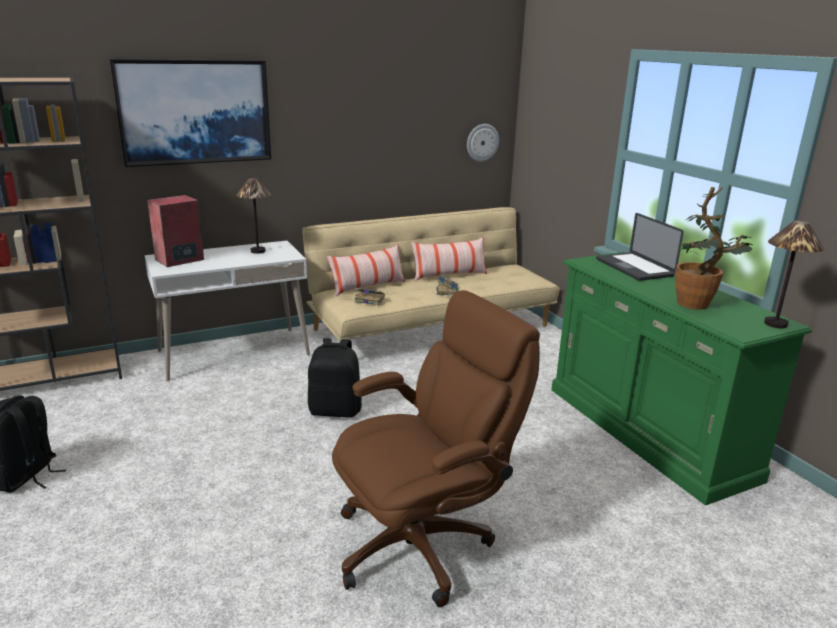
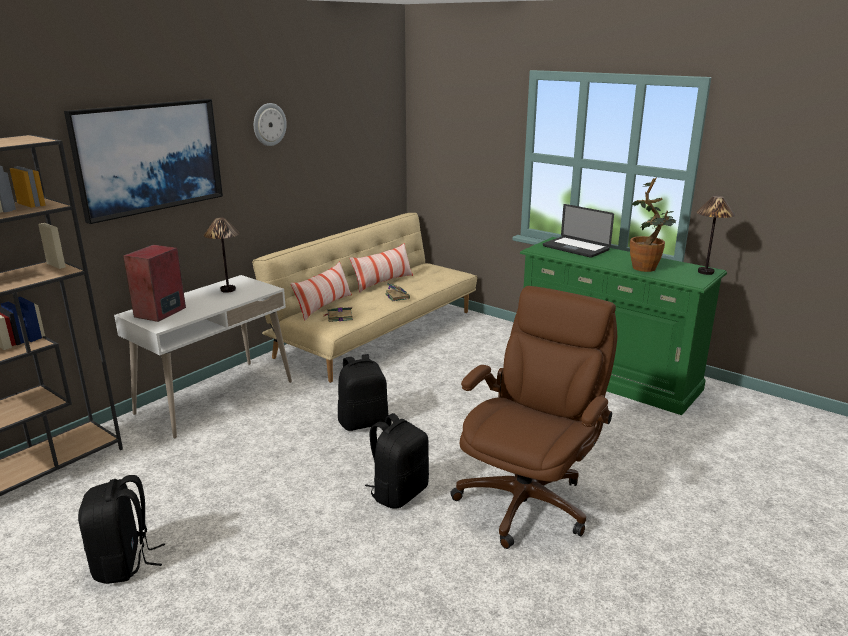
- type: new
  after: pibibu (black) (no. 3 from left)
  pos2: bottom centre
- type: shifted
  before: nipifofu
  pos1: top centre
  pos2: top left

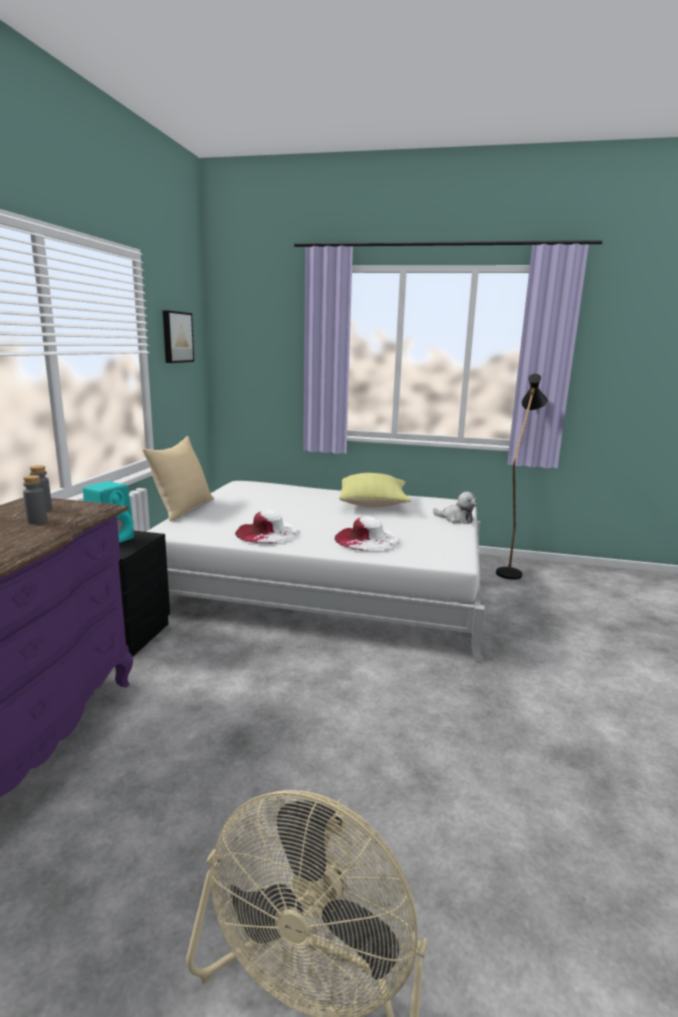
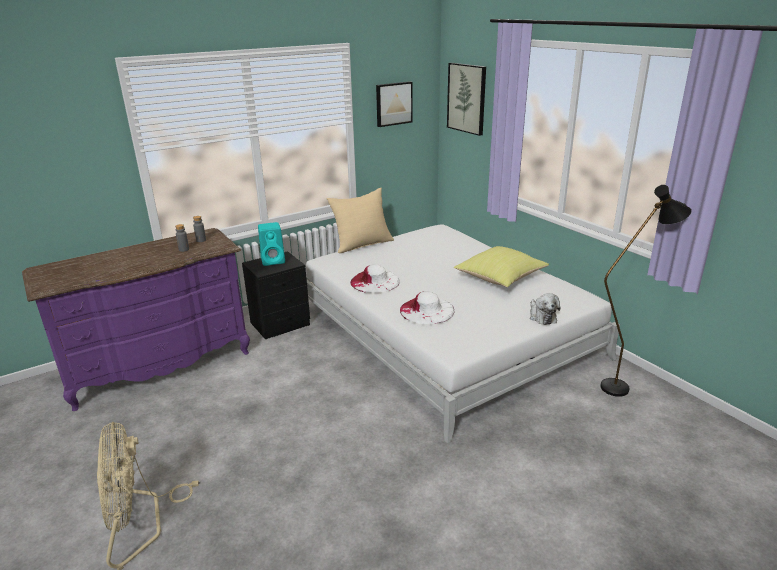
- type: new
  after: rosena (no. 2 from left)
  pos2: top centre

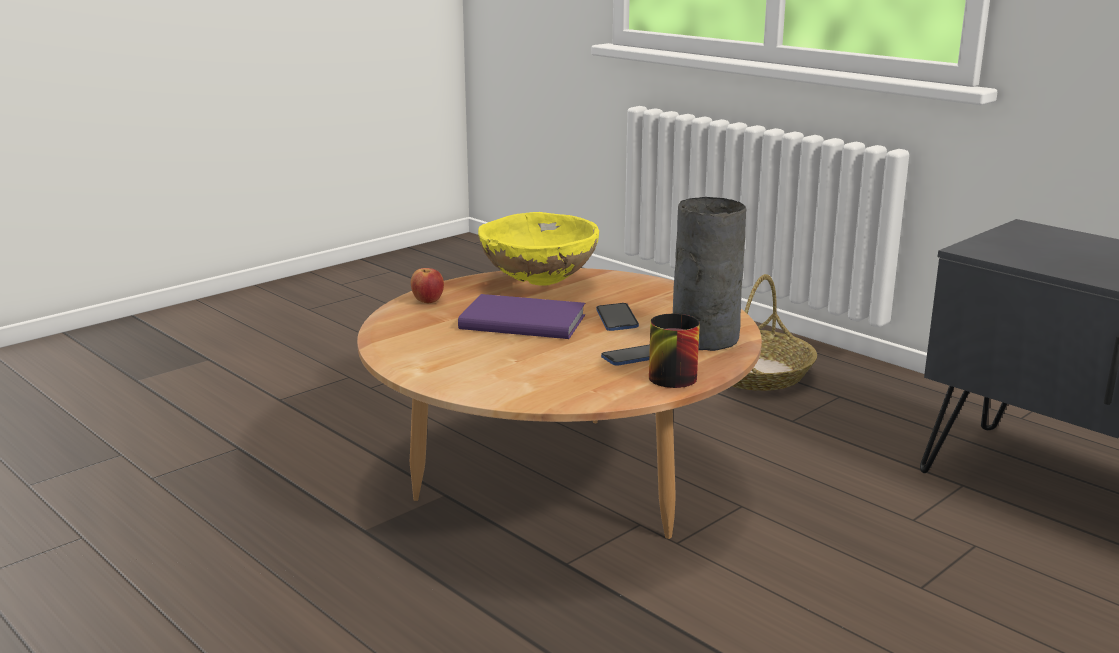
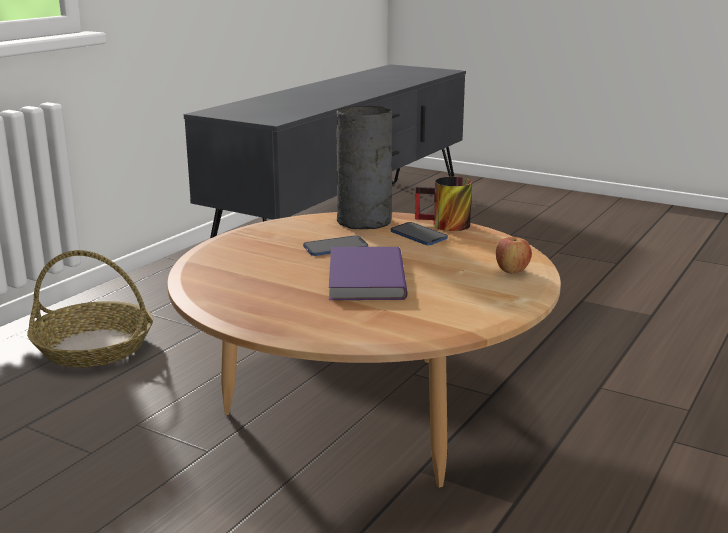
- type: gone
  before: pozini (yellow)
  pos1: centre
- type: shifted
  before: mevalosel
  pos1: centre
  pos2: middle right

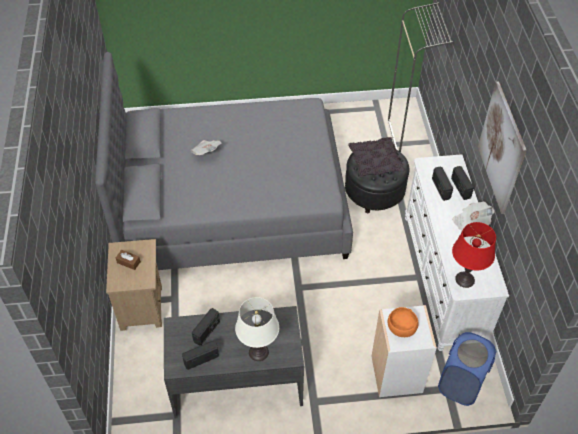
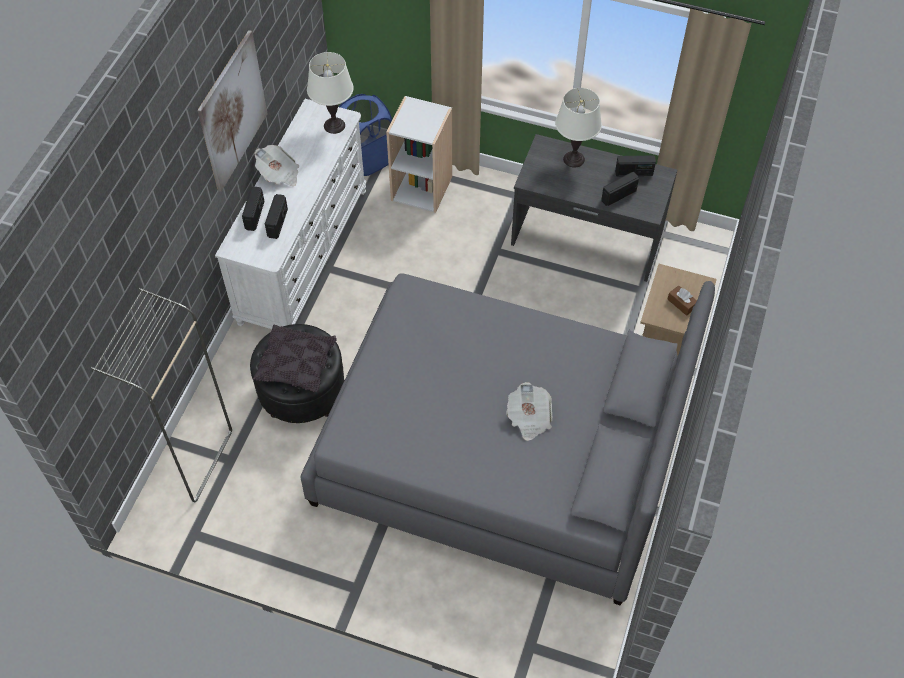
- type: gone
  before: pozini (orange)
  pos1: bottom right
- type: repainted
  before: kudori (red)
  after: kudori (white) (no. 1 from left)
  pos1: middle right
  pos2: top centre

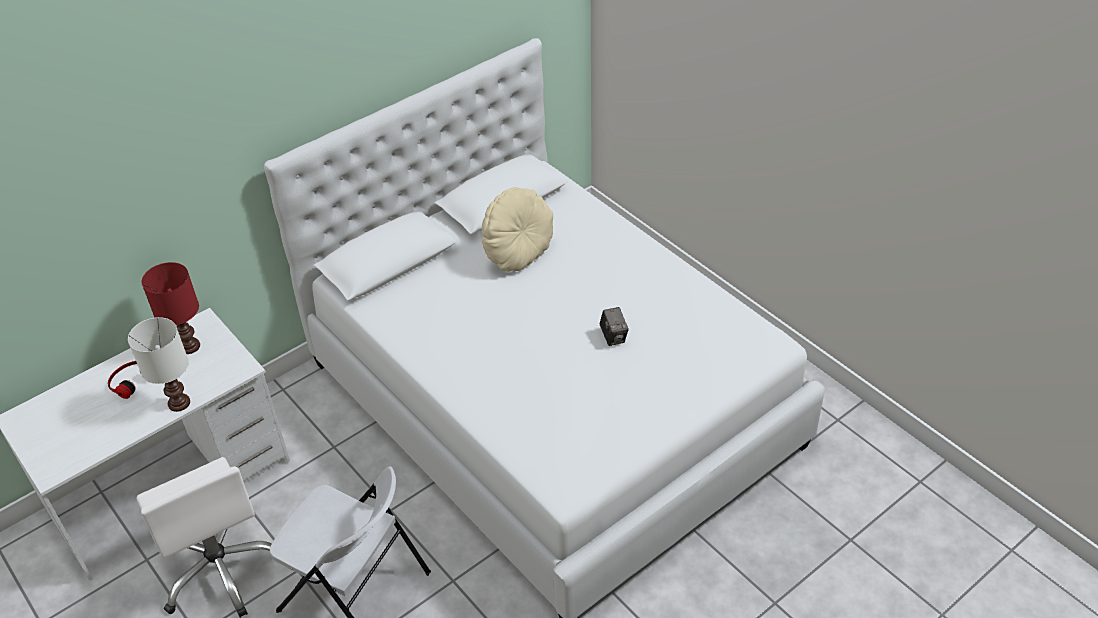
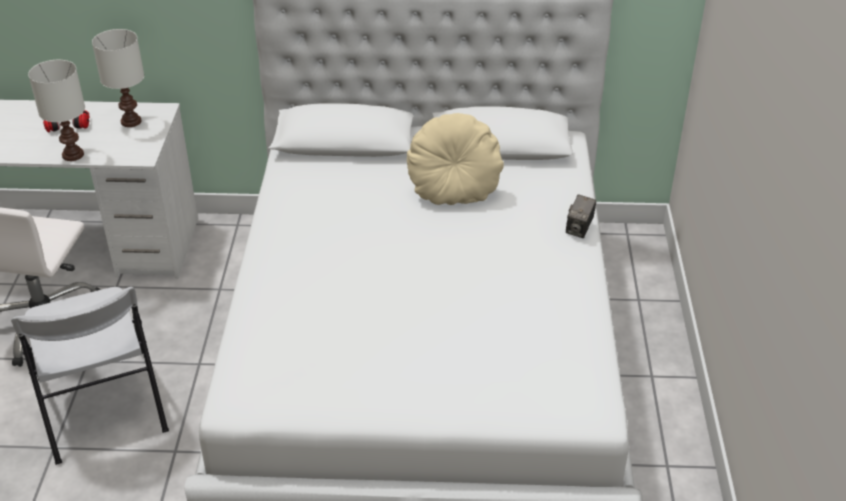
- type: shifted
  before: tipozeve
  pos1: centre
  pos2: middle right
- type: repainted
  before: kudori (red)
  after: kudori (white) (no. 2 from left)
  pos1: middle left
  pos2: top left

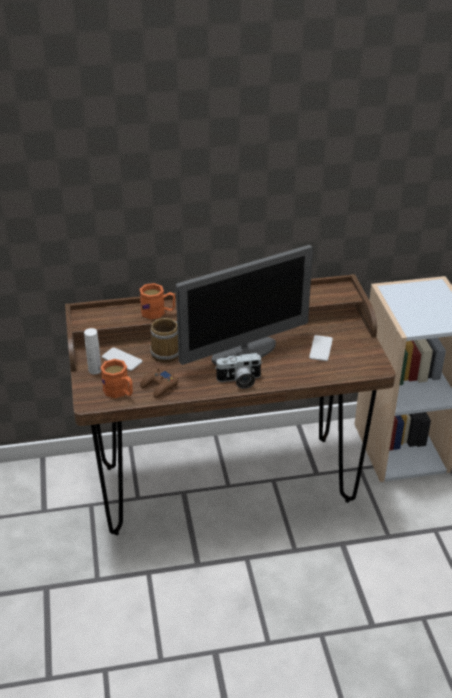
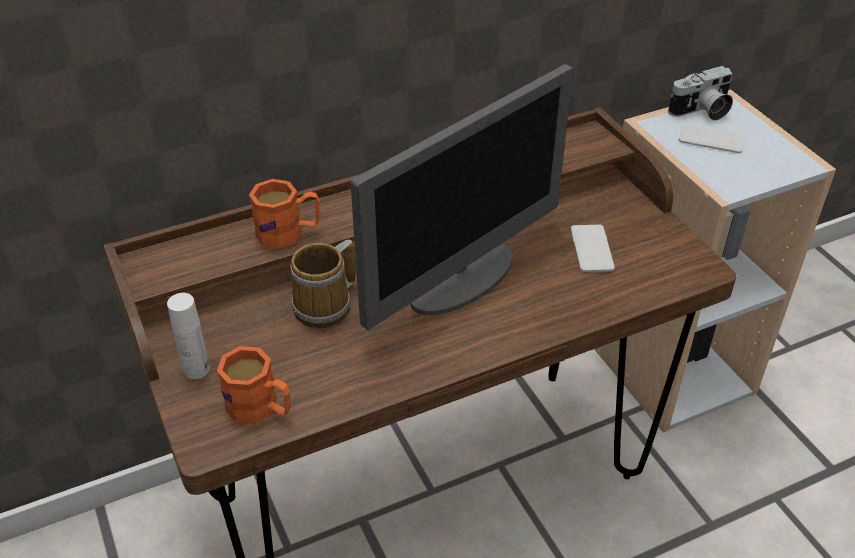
- type: gone
  before: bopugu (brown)
  pos1: centre
- type: shifted
  before: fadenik (no. 1 from left in the first image)
  after: fadenik (no. 2 from left)
  pos1: middle left
  pos2: top right
- type: shifted
  before: tipozeve
  pos1: centre
  pos2: top right

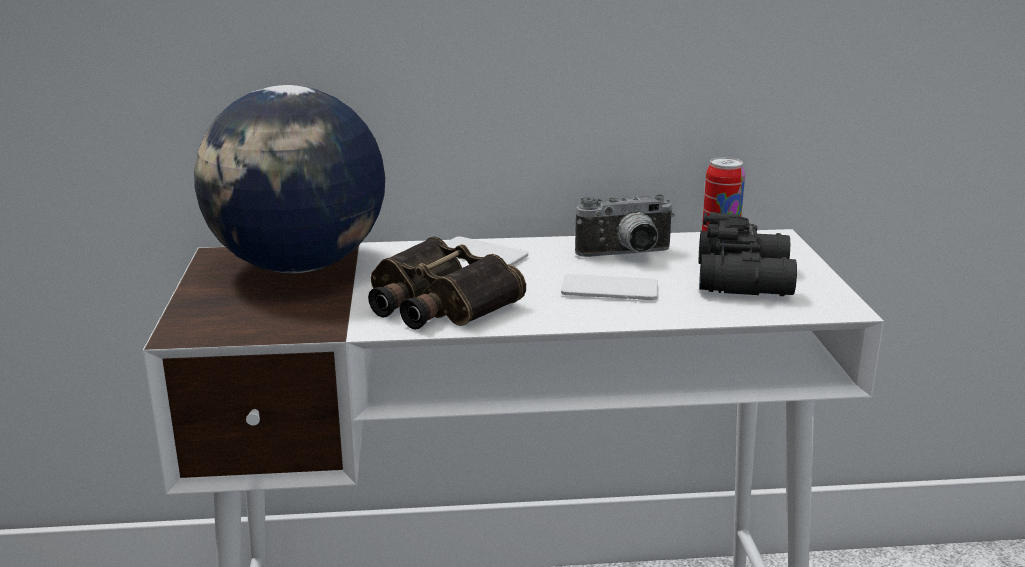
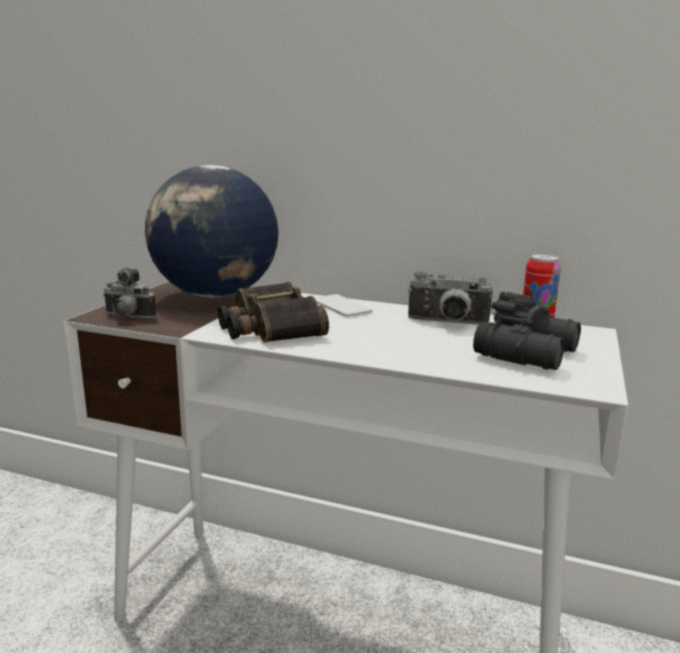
- type: gone
  before: fadenik (no. 2 from left)
  pos1: centre
- type: new
  after: tipozeve (no. 1 from left)
  pos2: middle left

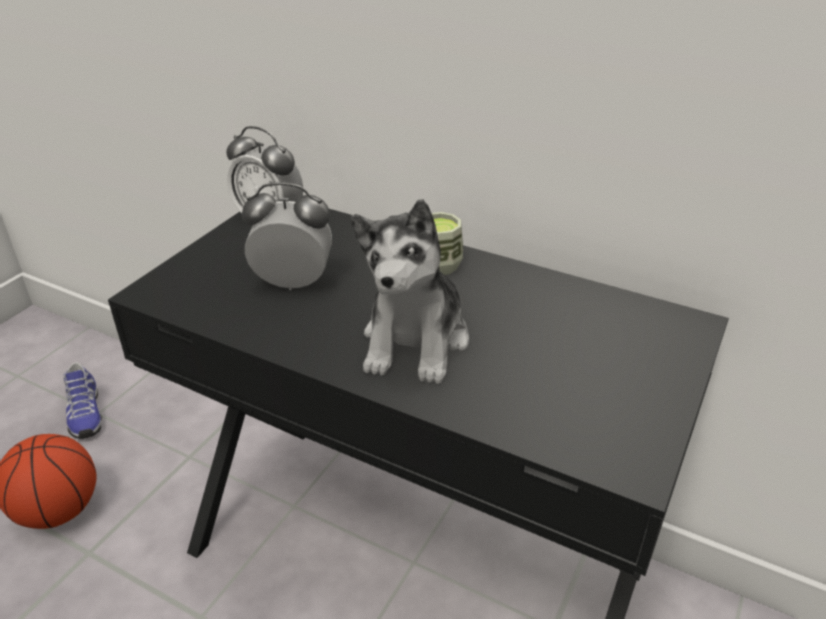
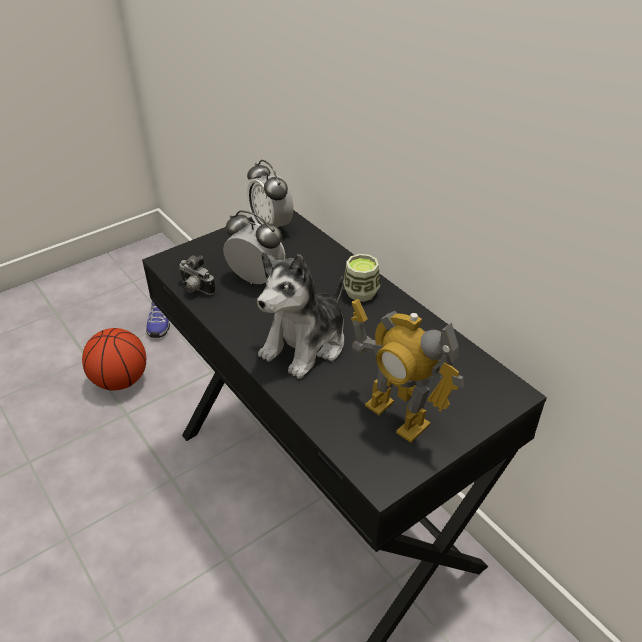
- type: new
  after: tipozeve
  pos2: middle left
- type: new
  after: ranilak
  pos2: centre

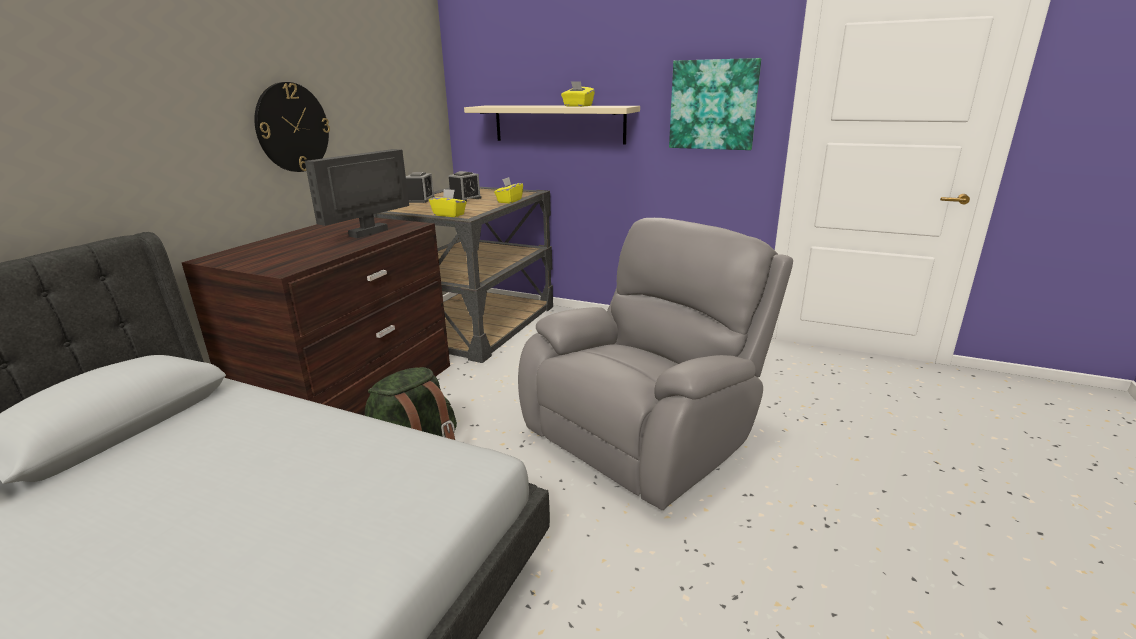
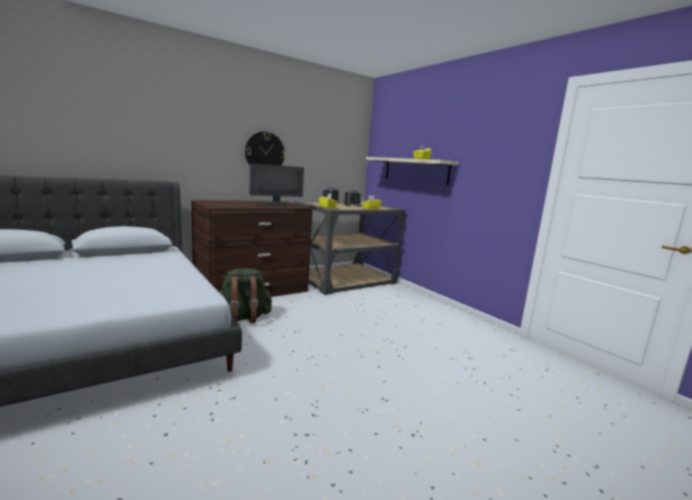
- type: gone
  before: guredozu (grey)
  pos1: centre
- type: gone
  before: rosena
  pos1: top centre

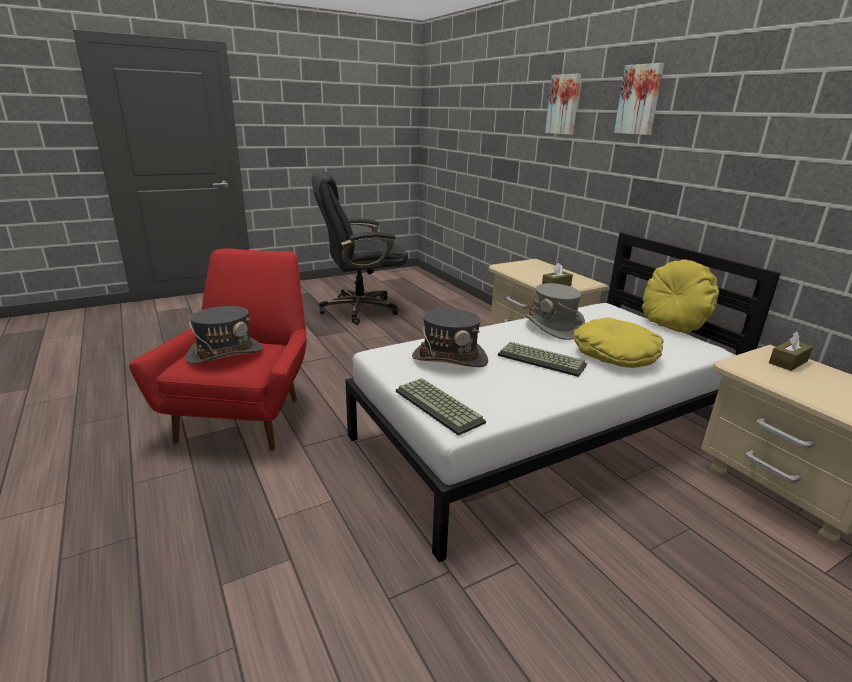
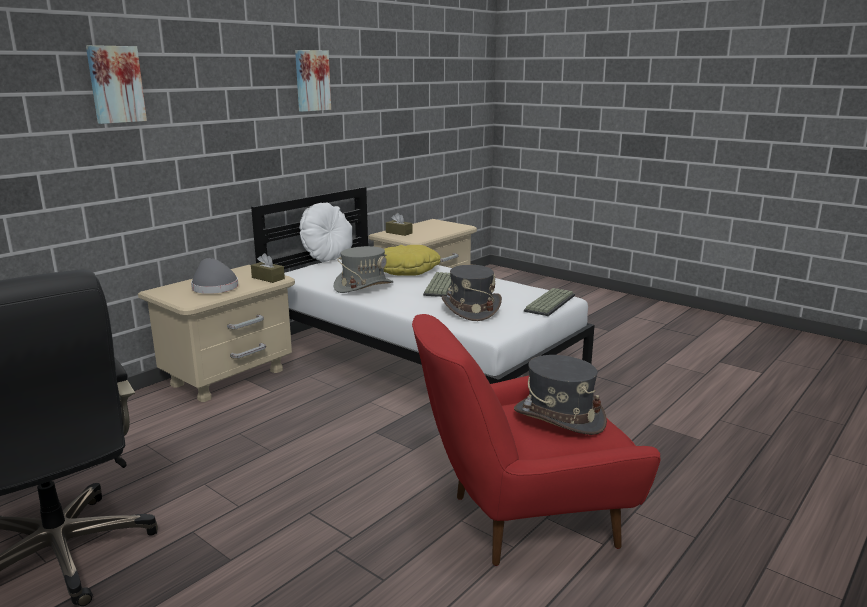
- type: new
  after: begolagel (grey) (no. 1 from left)
  pos2: middle left
- type: shifted
  before: rosena (no. 2 from left)
  pos1: top right
  pos2: top centre
- type: repainted
  before: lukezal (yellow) (no. 2 from left)
  after: lukezal (white)
  pos1: middle right
  pos2: centre

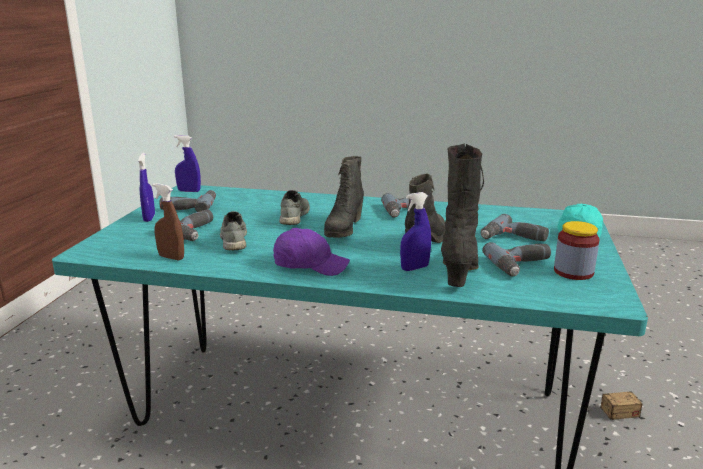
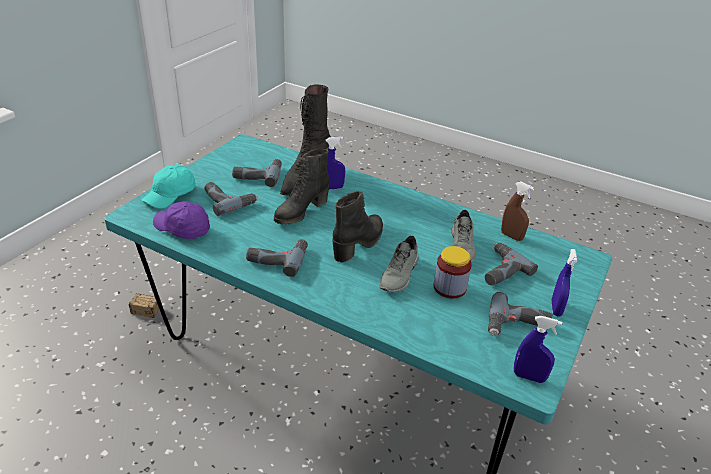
- type: shifted
  before: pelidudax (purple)
  pos1: centre
  pos2: middle left
- type: shifted
  before: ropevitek
  pos1: middle right
  pos2: centre

